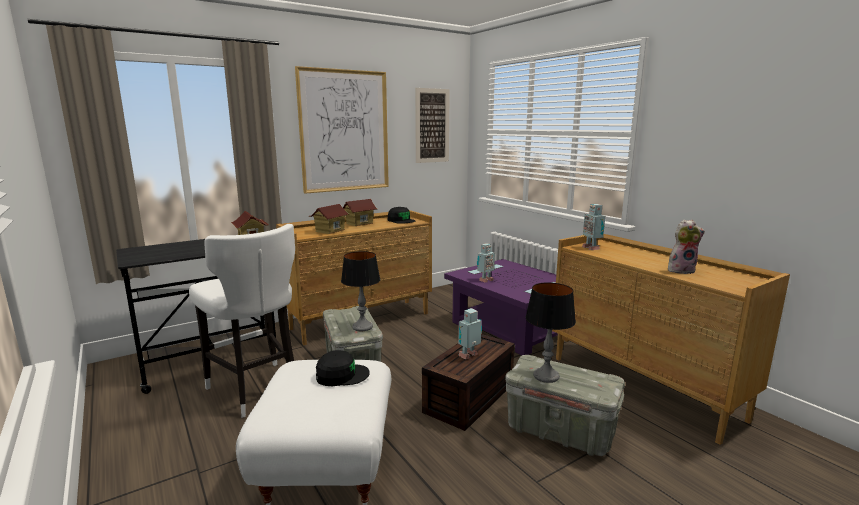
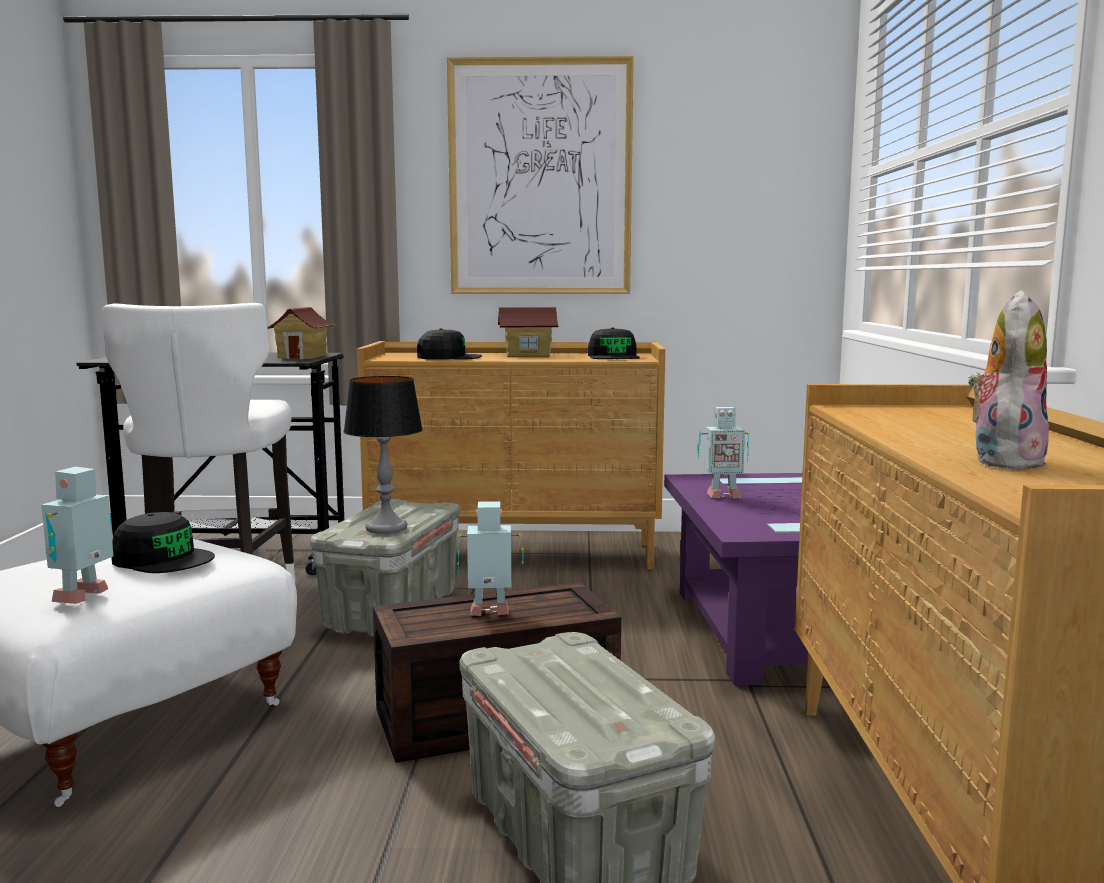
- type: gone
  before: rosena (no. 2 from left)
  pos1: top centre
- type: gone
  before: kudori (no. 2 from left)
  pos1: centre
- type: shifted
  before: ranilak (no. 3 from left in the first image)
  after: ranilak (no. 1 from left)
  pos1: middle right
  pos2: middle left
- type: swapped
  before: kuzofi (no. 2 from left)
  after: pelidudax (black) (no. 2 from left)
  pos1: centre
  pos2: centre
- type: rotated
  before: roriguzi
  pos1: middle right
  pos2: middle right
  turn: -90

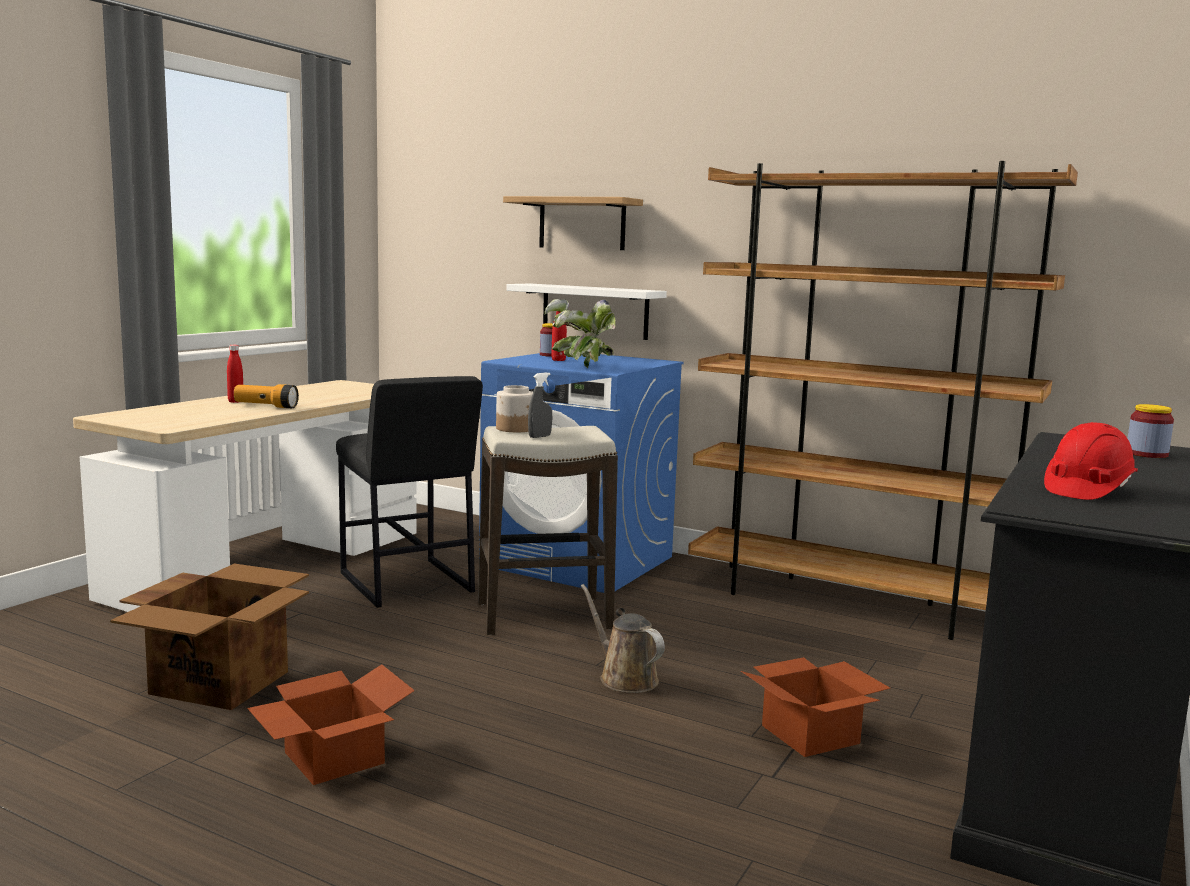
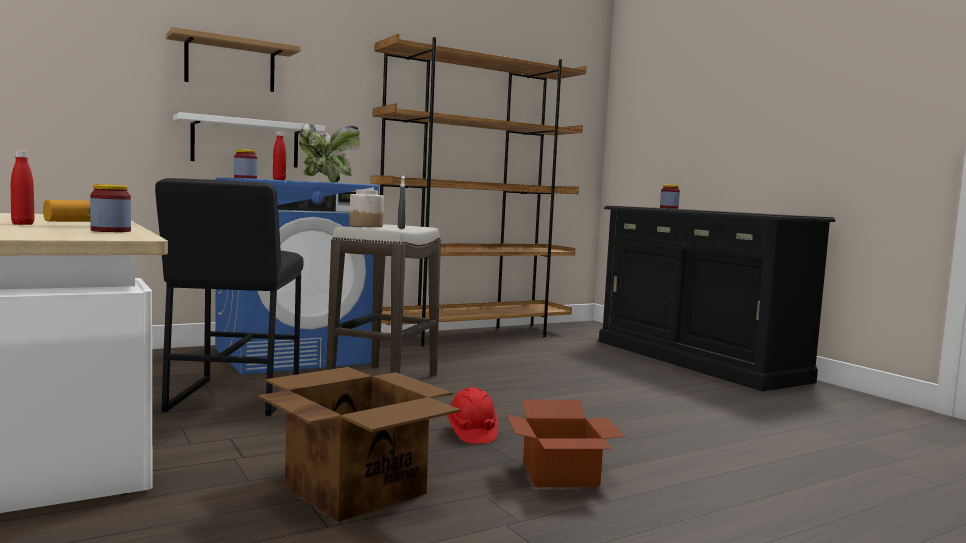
- type: gone
  before: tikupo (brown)
  pos1: bottom centre
- type: gone
  before: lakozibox (no. 3 from left)
  pos1: bottom right
- type: new
  after: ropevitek (no. 1 from left)
  pos2: middle left
- type: shifted
  before: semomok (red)
  pos1: middle right
  pos2: bottom centre
- type: rotated
  before: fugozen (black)
  pos1: centre
  pos2: middle left
  turn: 90

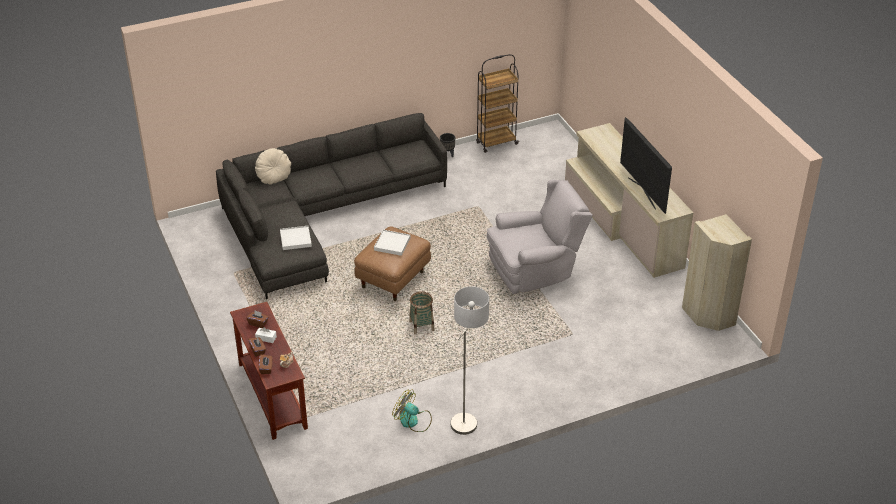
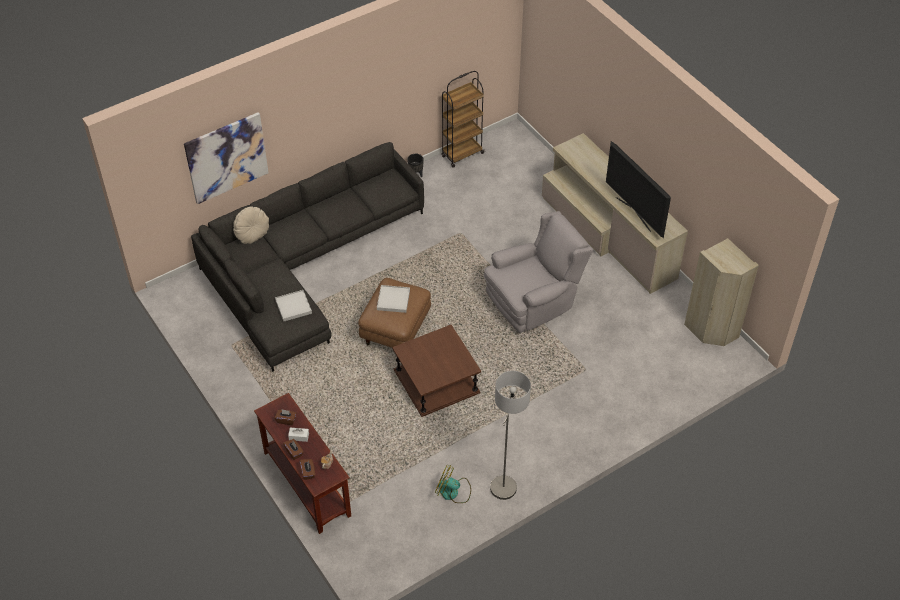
- type: new
  after: rosena
  pos2: top left
- type: swapped
  before: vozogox
  after: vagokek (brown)
  pos1: centre
  pos2: centre

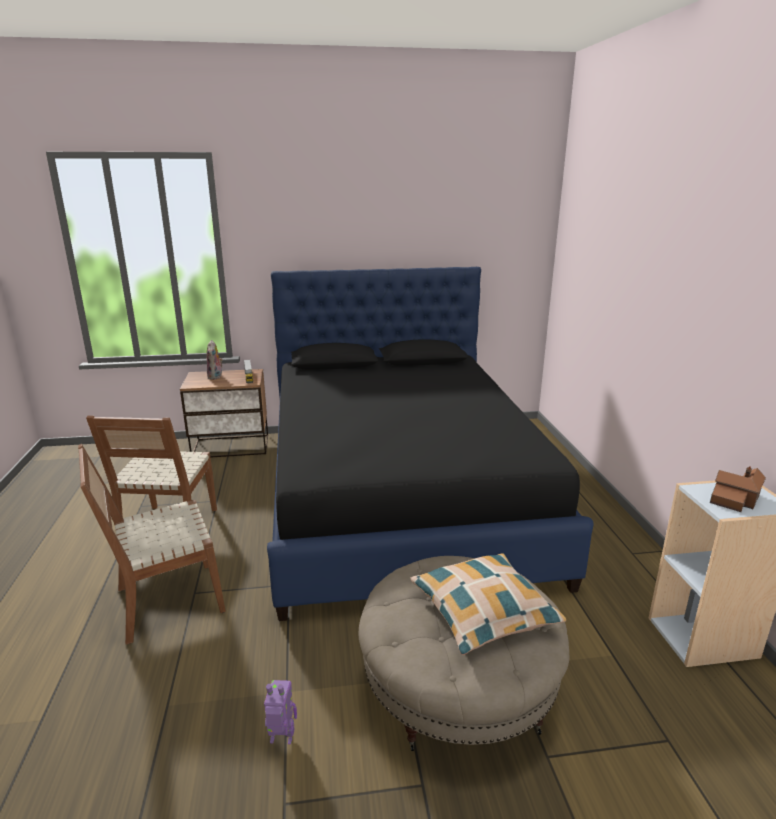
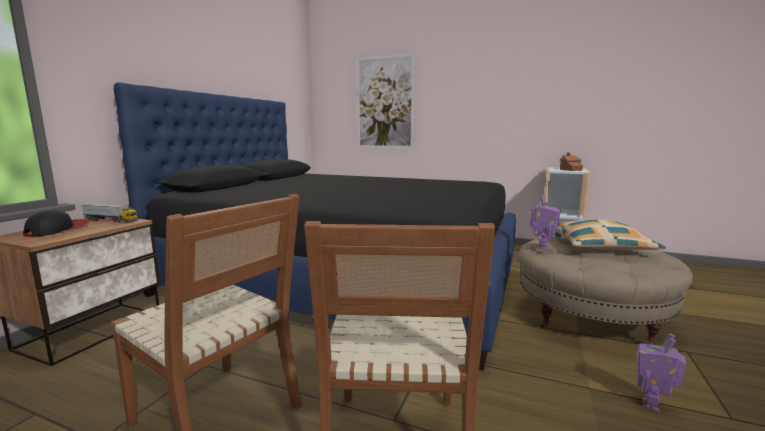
- type: new
  after: rosena
  pos2: top centre
- type: new
  after: ranilak (no. 1 from left)
  pos2: middle right
- type: swapped
  before: roriguzi
  after: pelidudax
  pos1: middle left
  pos2: middle left

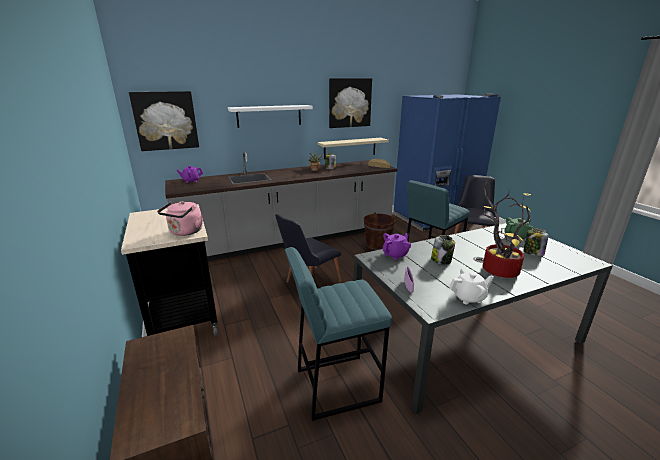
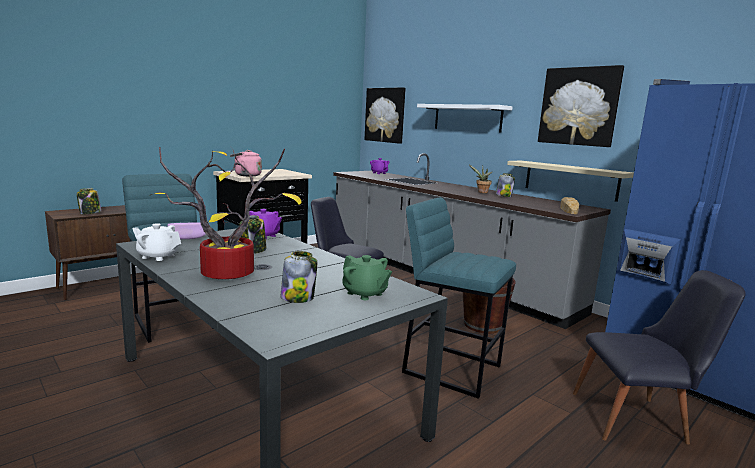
- type: new
  after: ropevitek (no. 1 from left)
  pos2: middle left
- type: rotated
  before: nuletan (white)
  pos1: middle right
  pos2: middle left
  turn: 135

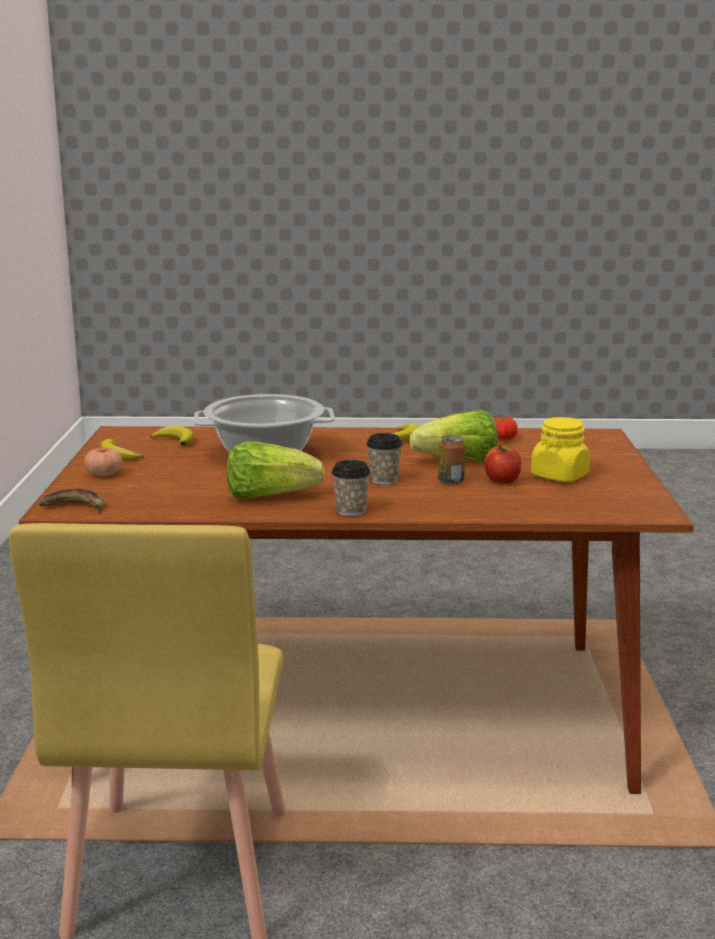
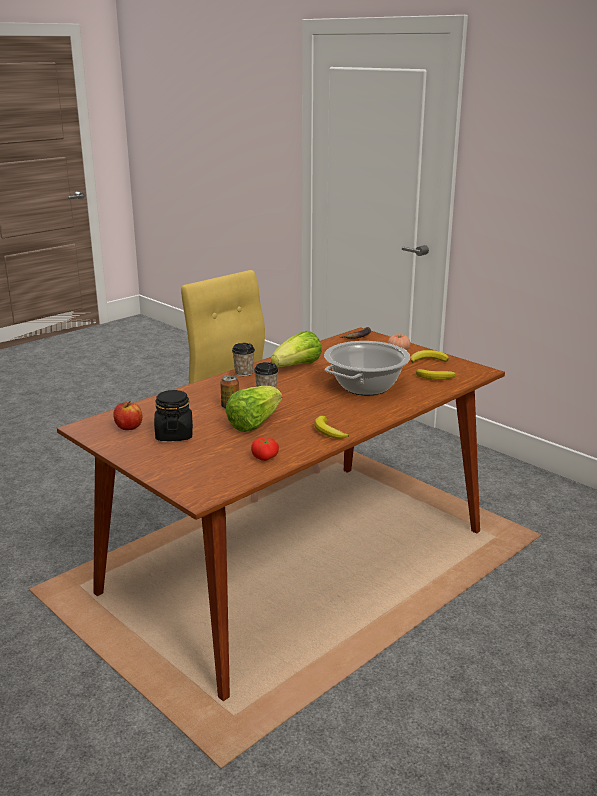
- type: shifted
  before: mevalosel
  pos1: middle right
  pos2: middle left
- type: repainted
  before: ropevitek (yellow)
  after: ropevitek (black)
  pos1: middle right
  pos2: middle left

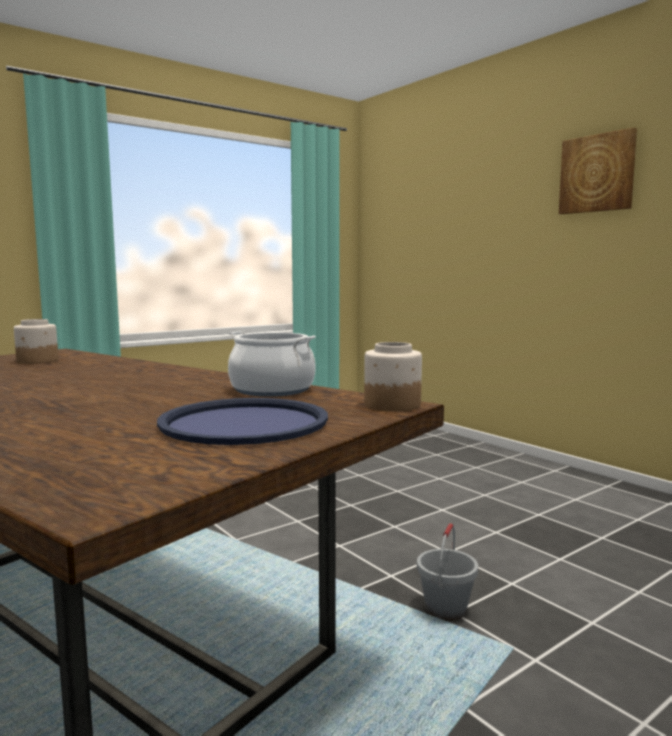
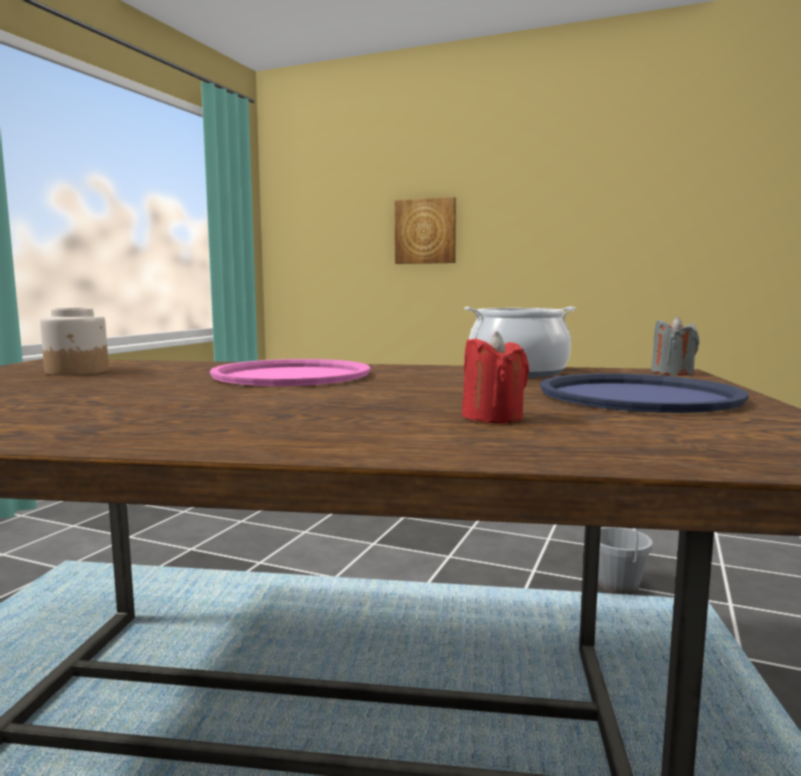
- type: new
  after: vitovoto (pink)
  pos2: centre
- type: new
  after: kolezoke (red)
  pos2: centre
- type: shifted
  before: rosena
  pos1: top right
  pos2: top centre
- type: swapped
  before: ropevitek (no. 2 from left)
  after: kolezoke (grey)
  pos1: centre
  pos2: middle right

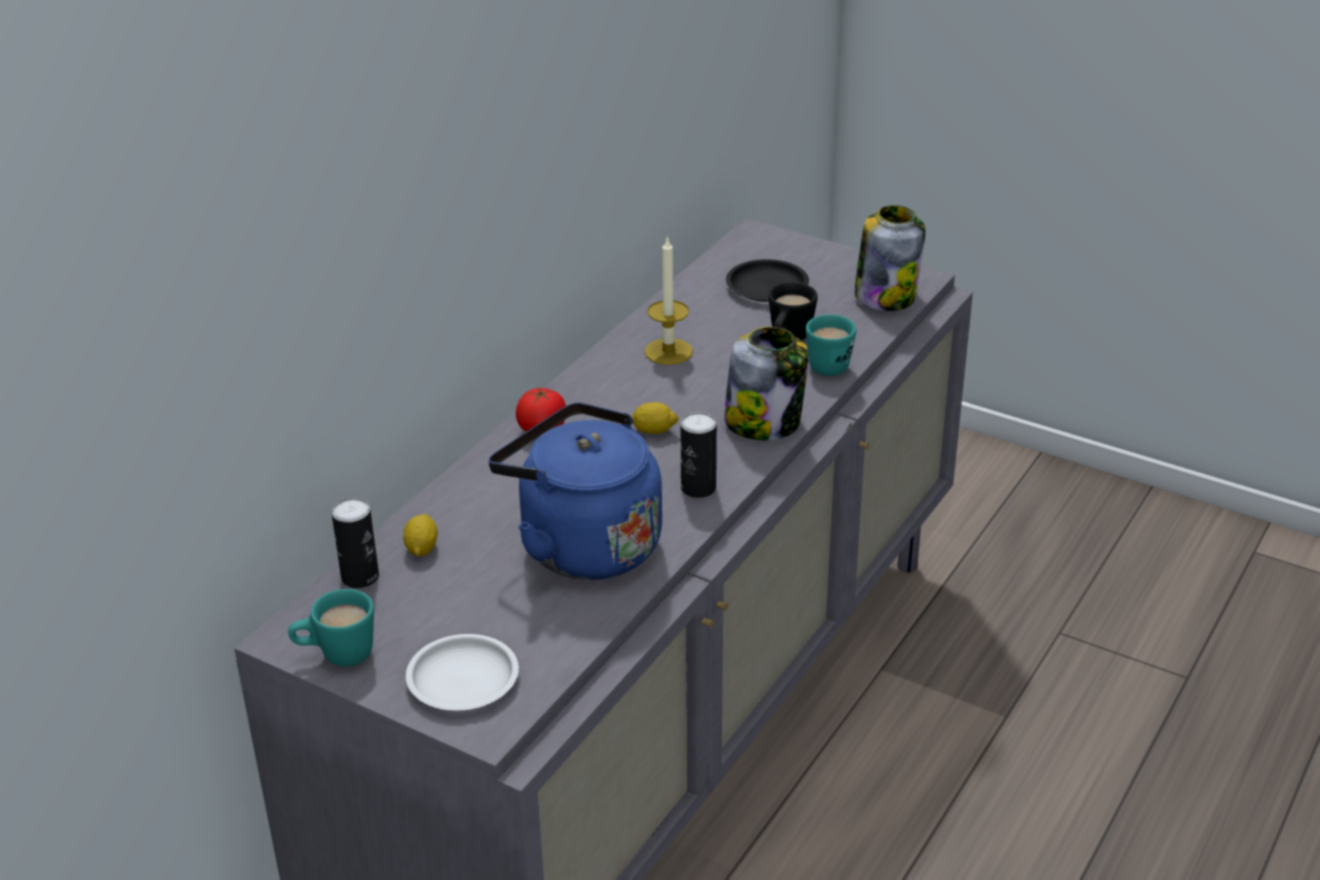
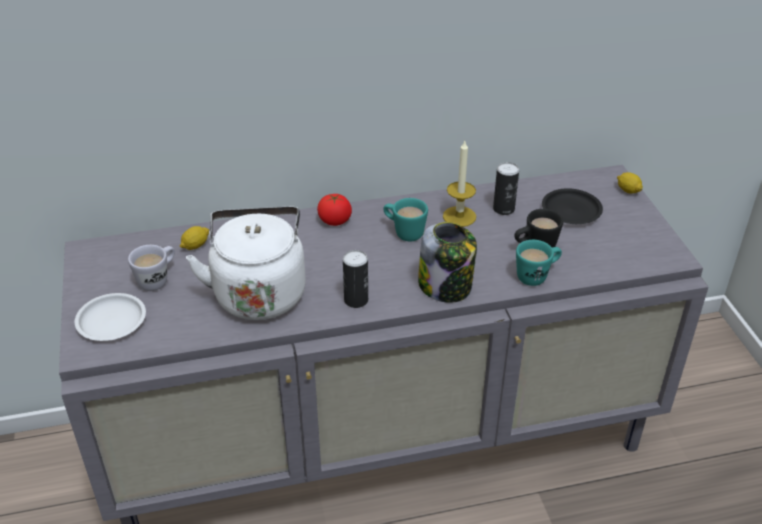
- type: gone
  before: ropevitek (no. 2 from left)
  pos1: top right
- type: new
  after: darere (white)
  pos2: middle left
- type: shifted
  before: darere (turquoise) (no. 1 from left)
  pos1: bottom left
  pos2: centre
- type: shifted
  before: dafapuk (no. 1 from left in the first image)
  after: dafapuk (no. 2 from left)
  pos1: middle left
  pos2: centre
- type: shifted
  before: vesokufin (no. 2 from left)
  pos1: centre
  pos2: middle right
- type: repainted
  before: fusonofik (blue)
  after: fusonofik (white)
  pos1: centre
  pos2: middle left

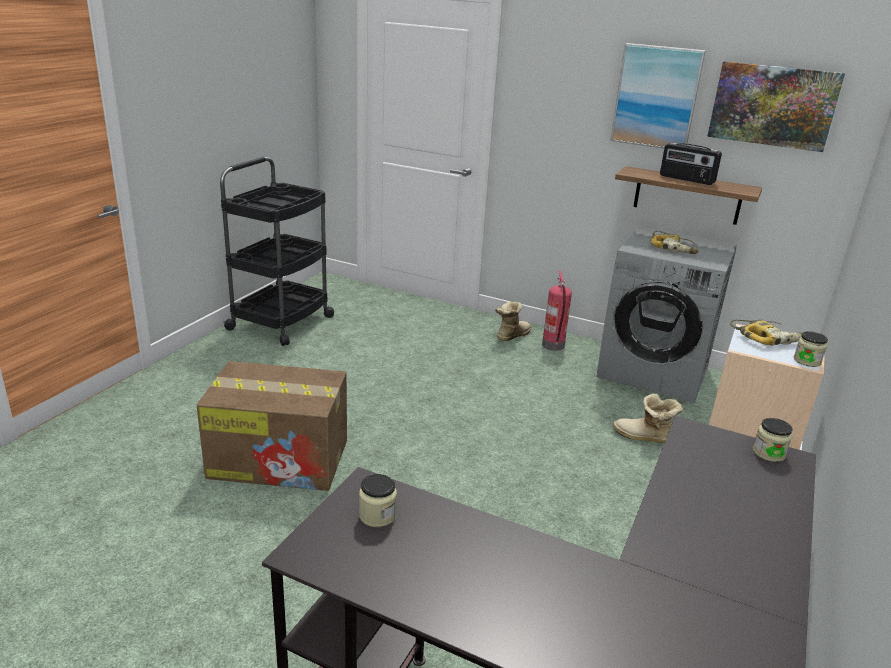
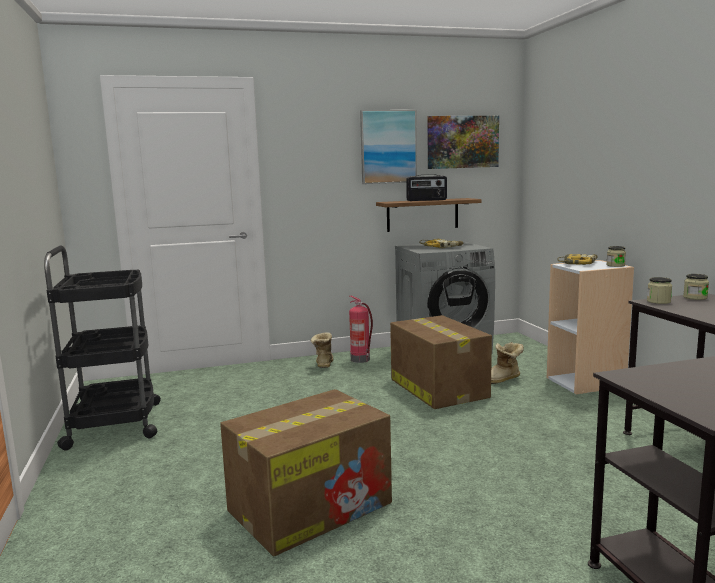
- type: new
  after: lakozibox (no. 2 from left)
  pos2: centre
- type: shifted
  before: ropevitek (no. 1 from left in the first image)
  after: ropevitek (no. 2 from left)
  pos1: bottom centre
  pos2: middle right

